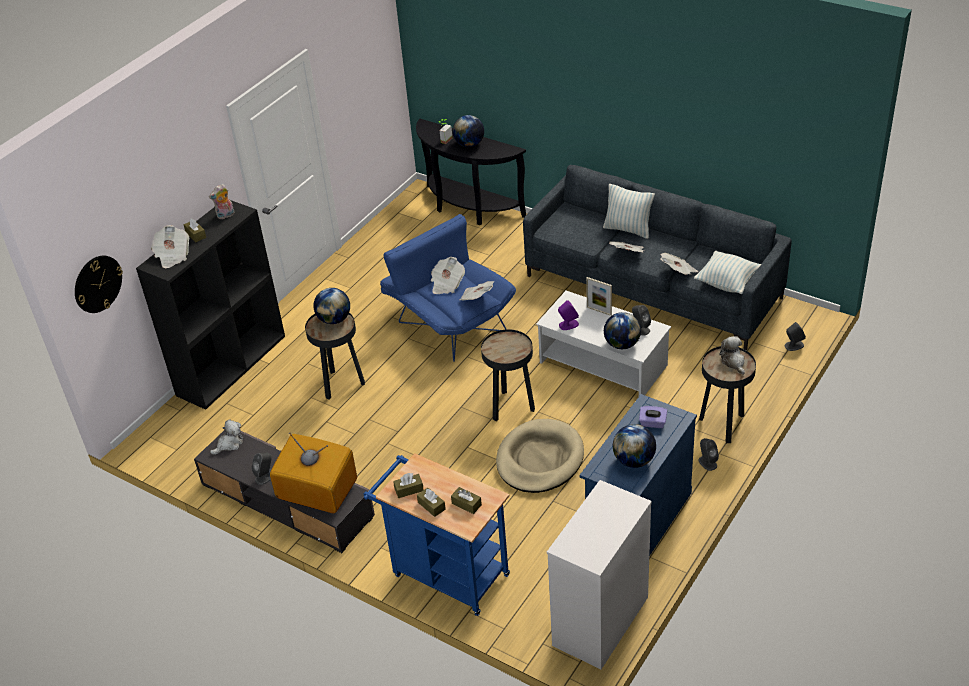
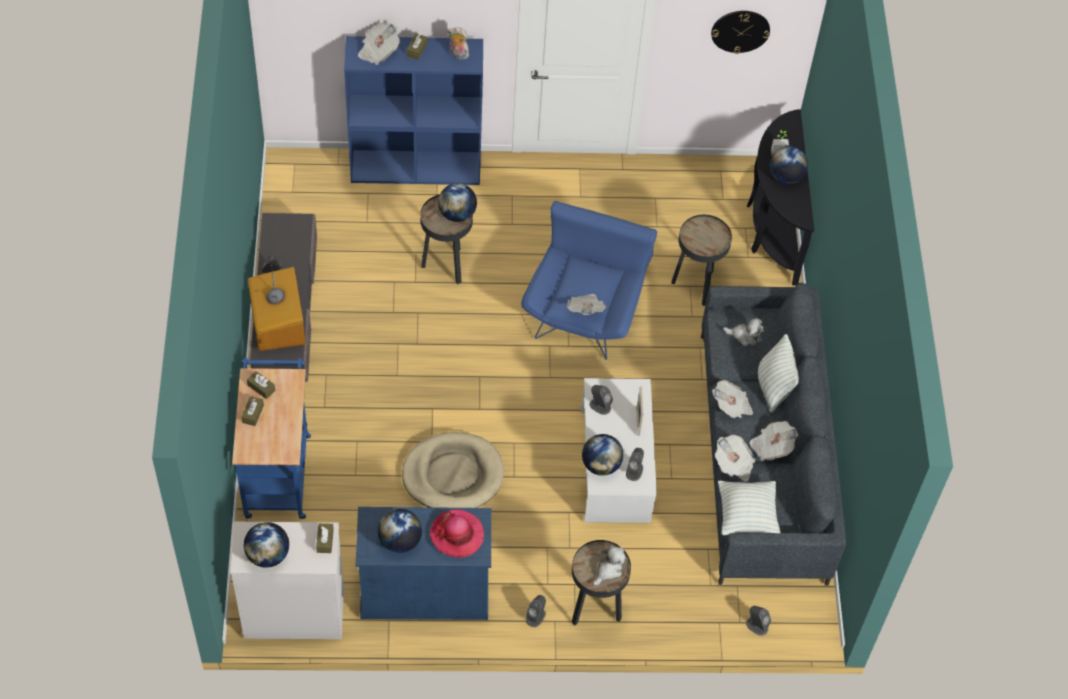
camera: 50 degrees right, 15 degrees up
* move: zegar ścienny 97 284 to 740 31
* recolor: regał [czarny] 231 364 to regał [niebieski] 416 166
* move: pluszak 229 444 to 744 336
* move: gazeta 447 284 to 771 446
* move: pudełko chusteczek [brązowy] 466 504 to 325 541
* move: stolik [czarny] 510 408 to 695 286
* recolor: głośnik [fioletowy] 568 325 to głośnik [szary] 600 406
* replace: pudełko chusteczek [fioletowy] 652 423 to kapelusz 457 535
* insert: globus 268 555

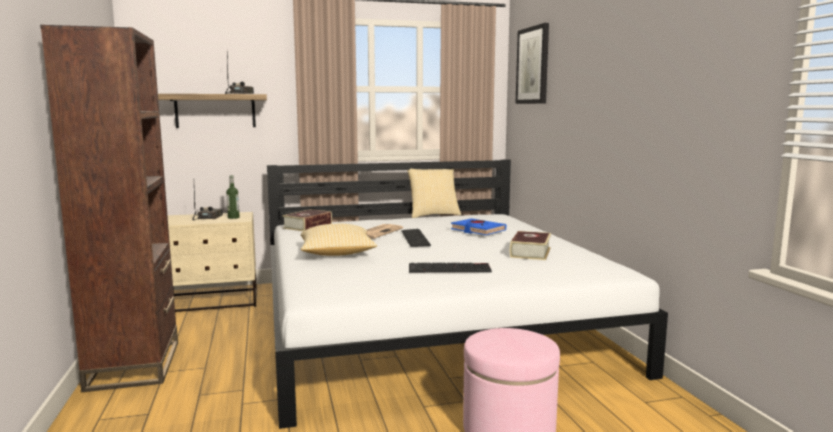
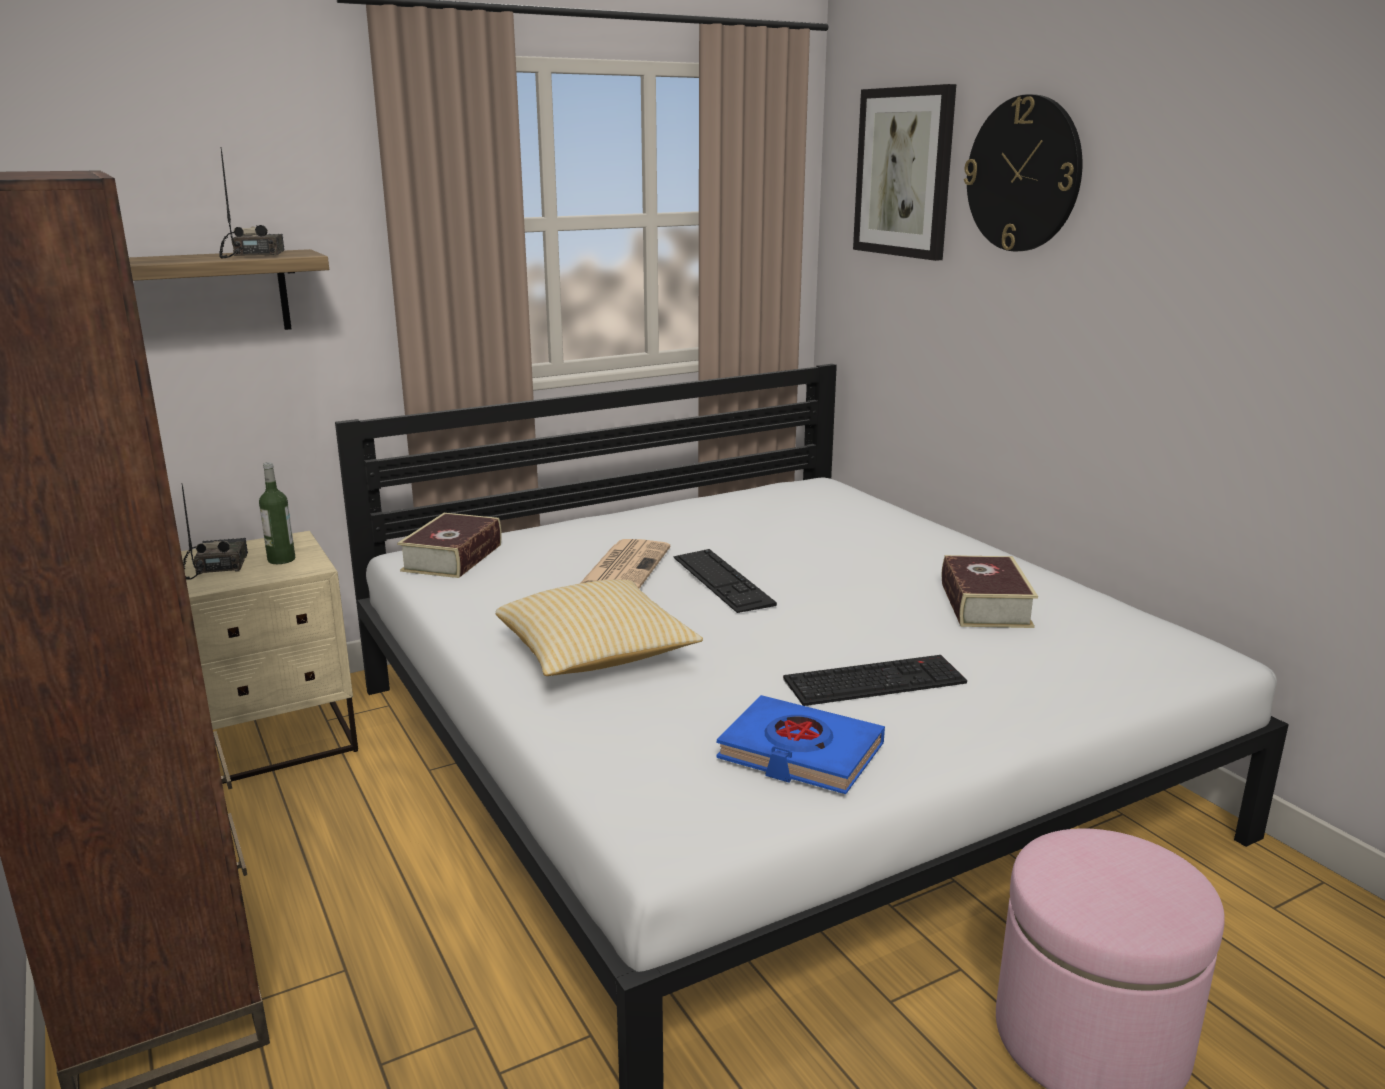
camera: 15 degrees left, 10 degrees up
* delete: poduszka 433 215
* move: książka [niebieski] 478 230 to 800 753
* insert: zegar ścienny 1023 174

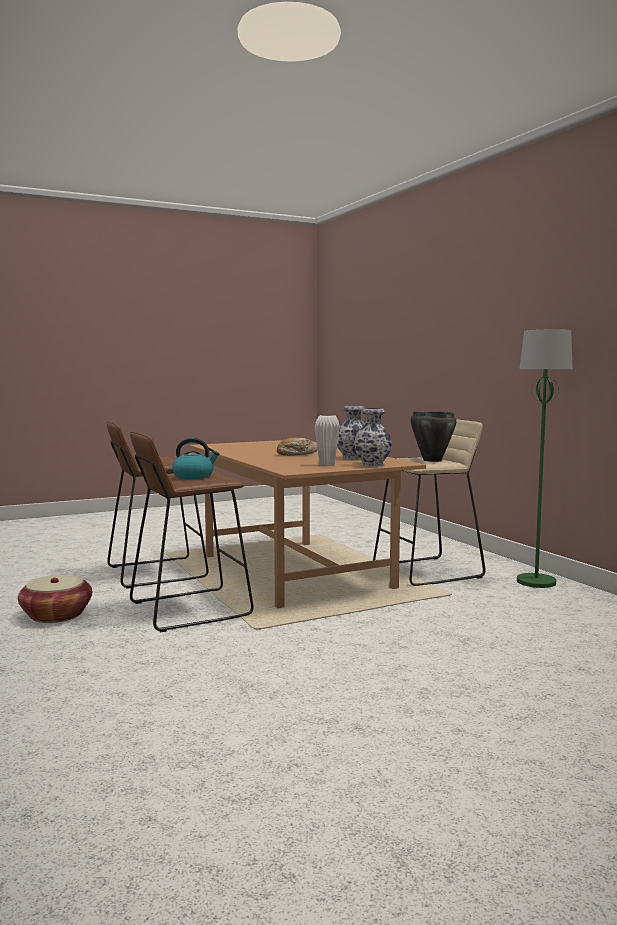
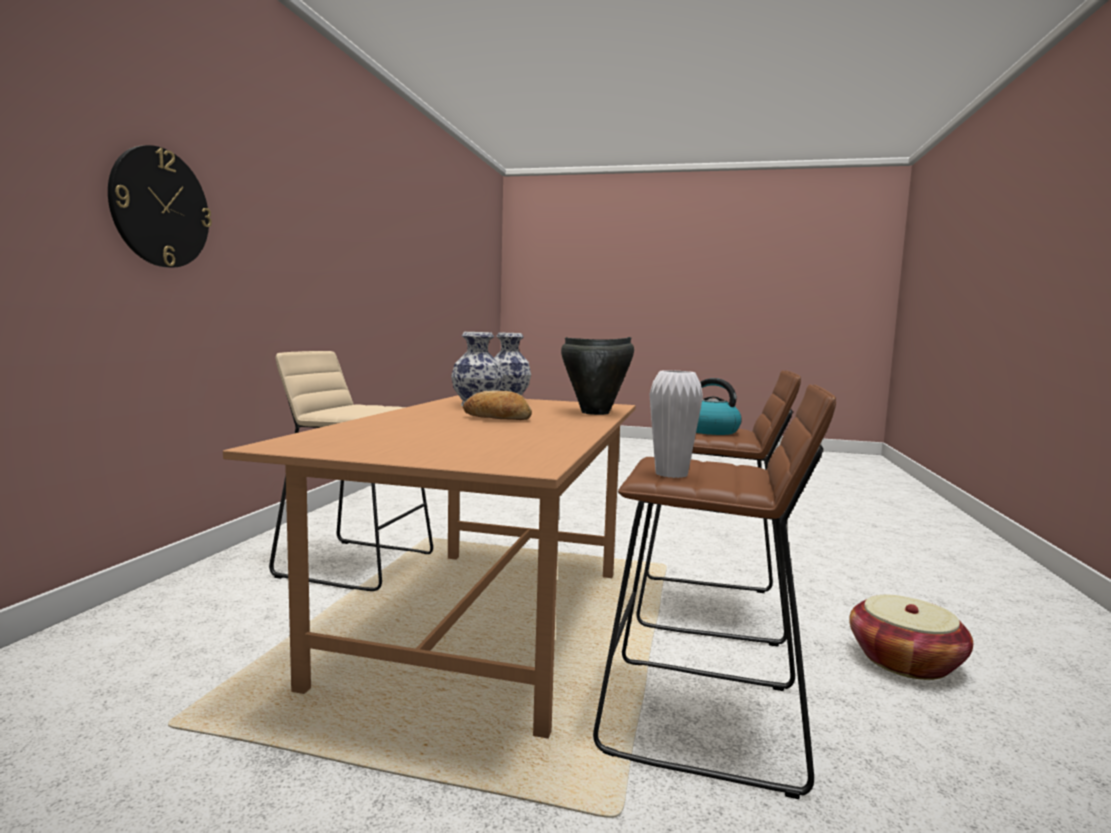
camera: 140 degrees left, 0 degrees up
* move: wazon [biały] 327 465 to 671 474
* move: garnek [czarny] 431 460 to 596 413
* delete: lampa stojąca [zielony] 536 582
* insert: zegar ścienny 160 208

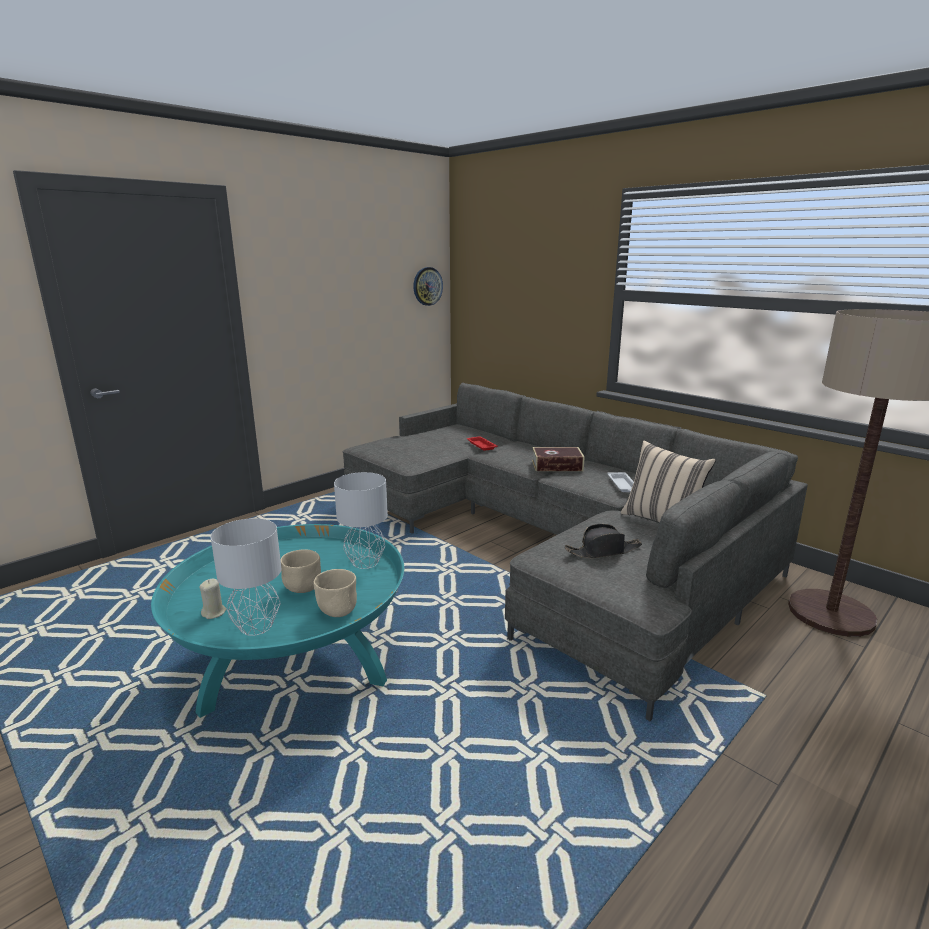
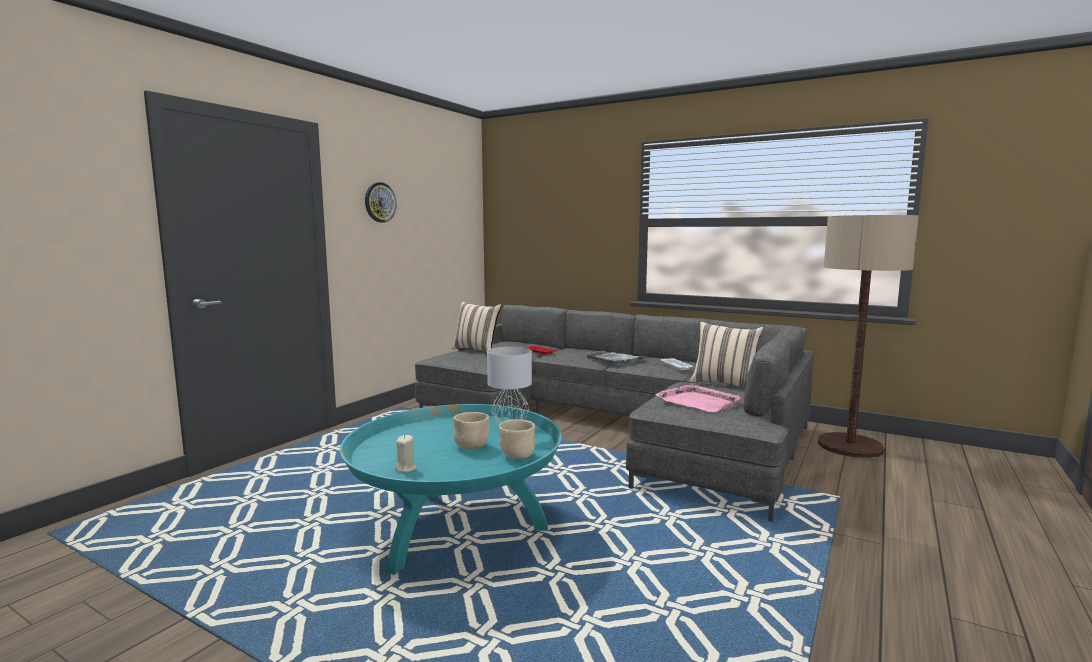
camera: 15 degrees left, 10 degrees down
* delete: lampa stołowa [szary] 255 627
* move: zegar ścienny 427 286 to 380 202
* replace: książka 557 466 to taca [szary] 614 359
* replace: kapelusz [czarny] 603 551 to taca [różowy] 699 401
* insert: poduszka [beżowy] 477 350

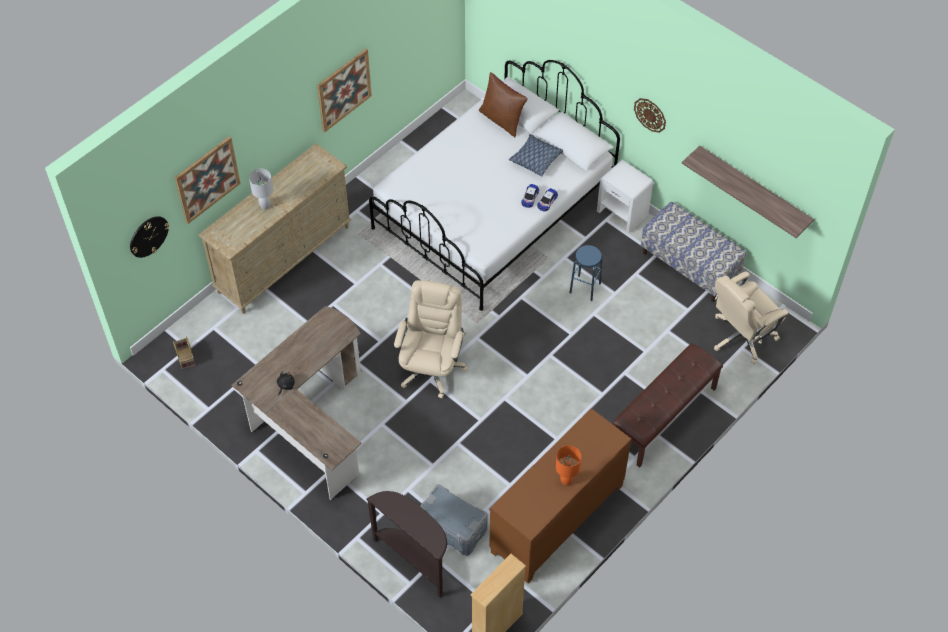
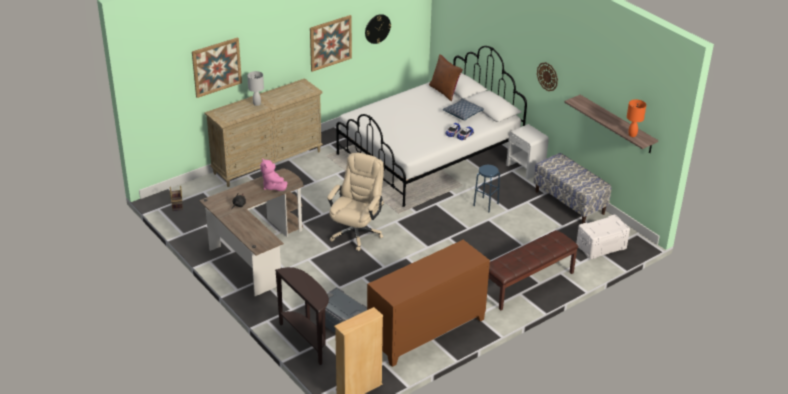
camera: 10 degrees right, 20 degrees down
* move: zegar ścienny 148 236 to 377 28
* move: lampa stołowa [pomarańczowy] 566 480 to 632 135
* replace: krzesło biurowe [beżowy] 741 337 to pojemnik do przechowywania [biały] 600 246
* insert: pluszak [różowy] 273 187

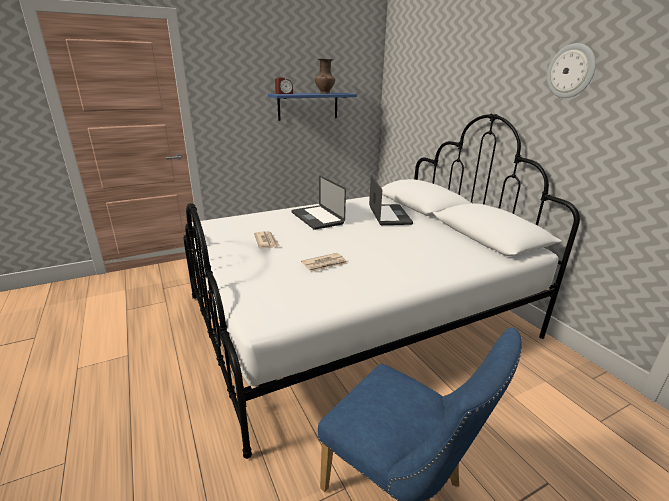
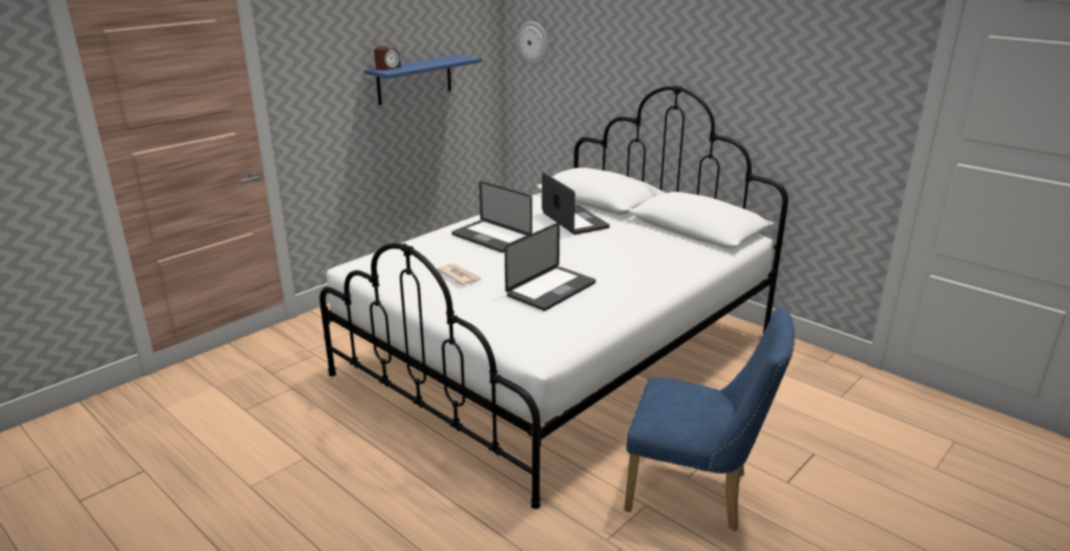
camera: 20 degrees left, 0 degrees up
* replace: gazeta 325 264 to laptop 551 290
* delete: wazon [brązowy] 324 93
* move: zegar ścienny 571 71 to 533 42

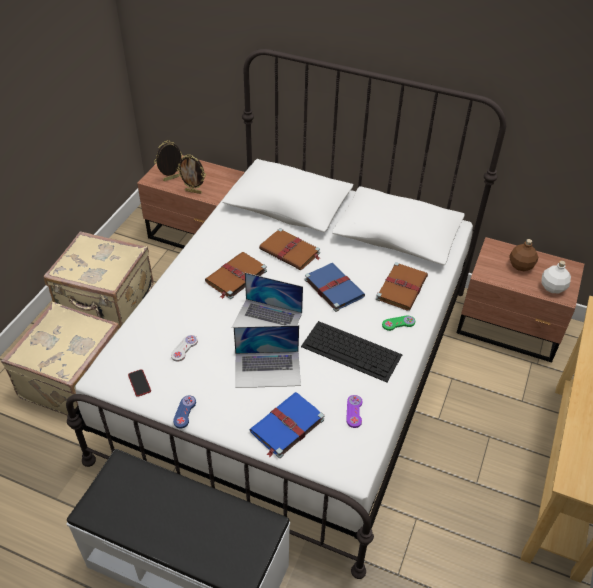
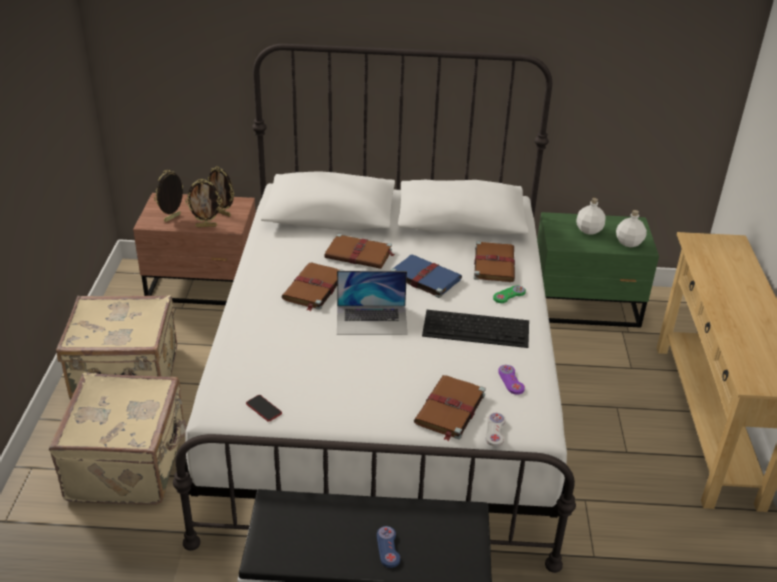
camera: 20 degrees left, 10 degrees down
* move: pad do gier [biały] 184 348 to 495 430
* move: pad do gier [niebieski] 184 412 to 388 547
* delete: laptop 267 369
* recolor: książka [niebieski] 286 426 to książka [brązowy] 449 410
* recolor: szafka nocna [brązowy] 510 328 to szafka nocna [zielony] 586 306
* recolor: butelka [brązowy] 521 266 to butelka [biały] 589 230
* insert: ramka na zdjęcie 223 213

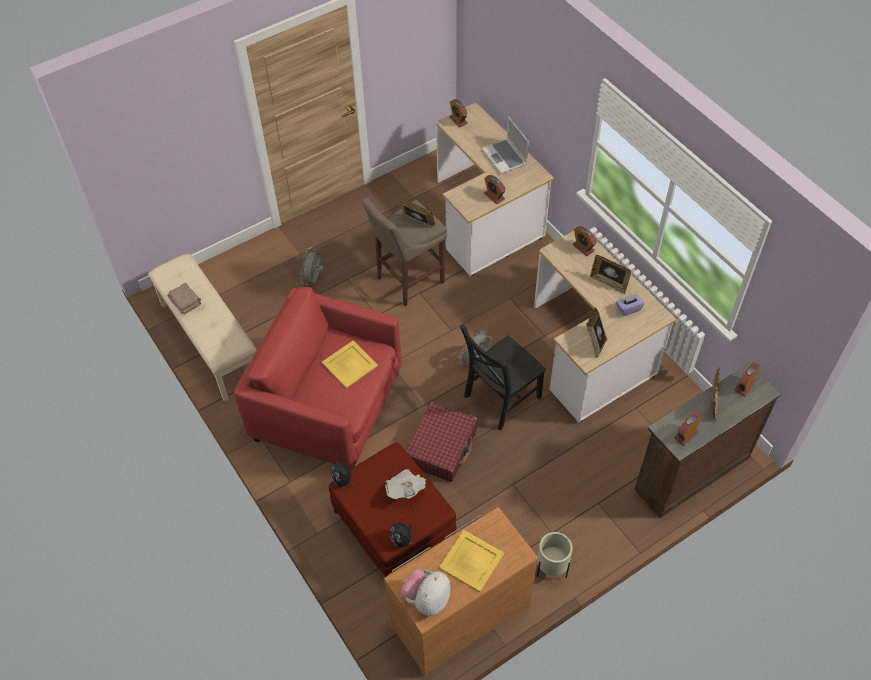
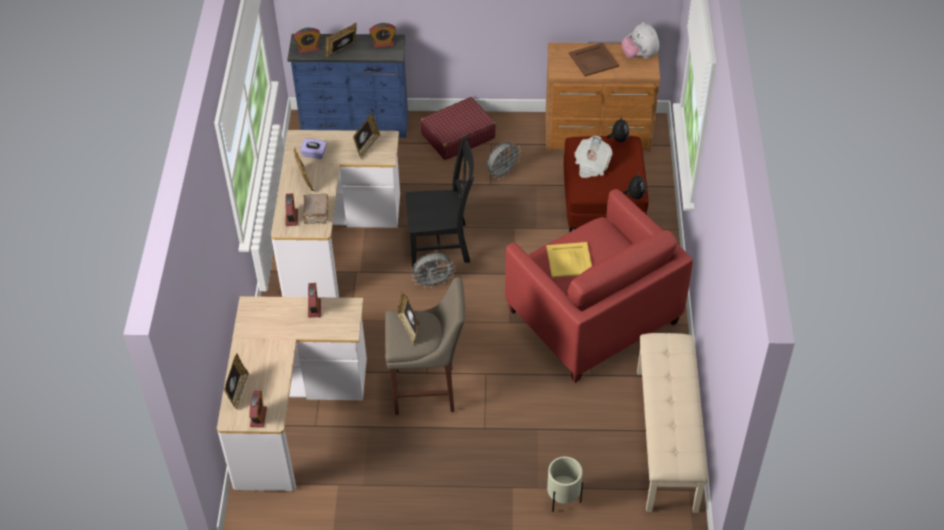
camera: 145 degrees left, 5 degrees down
* move: książka [brązowy] 185 302 to 316 213
* move: wentylator [szary] 314 279 to 502 173
* rotate: pluszak 427 599 = 639 56 90 degrees clockwise
* move: walizka [czerwony] 441 447 to 458 136
* recolor: taca [żółty] 470 561 to taca [brązowy] 594 60
* delete: laptop 505 157
* move: donica [beżowy] 551 569 to 563 500
* recolor: komoda [brązowy] 690 472 to komoda [niebieski] 355 126
* insert: ramka na zdjęcie 238 391

